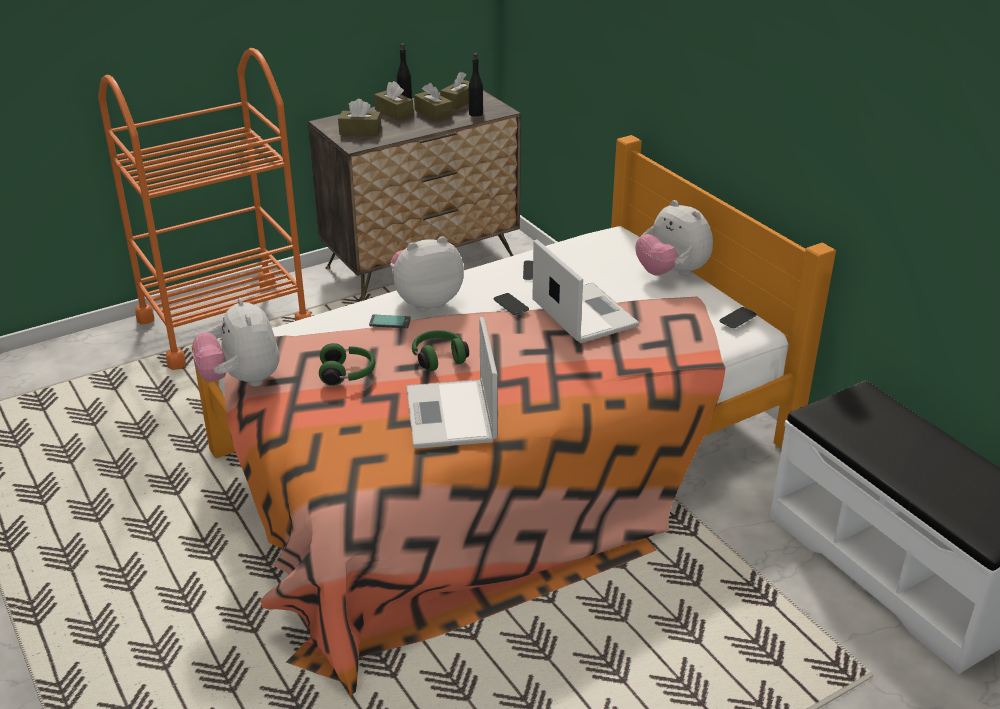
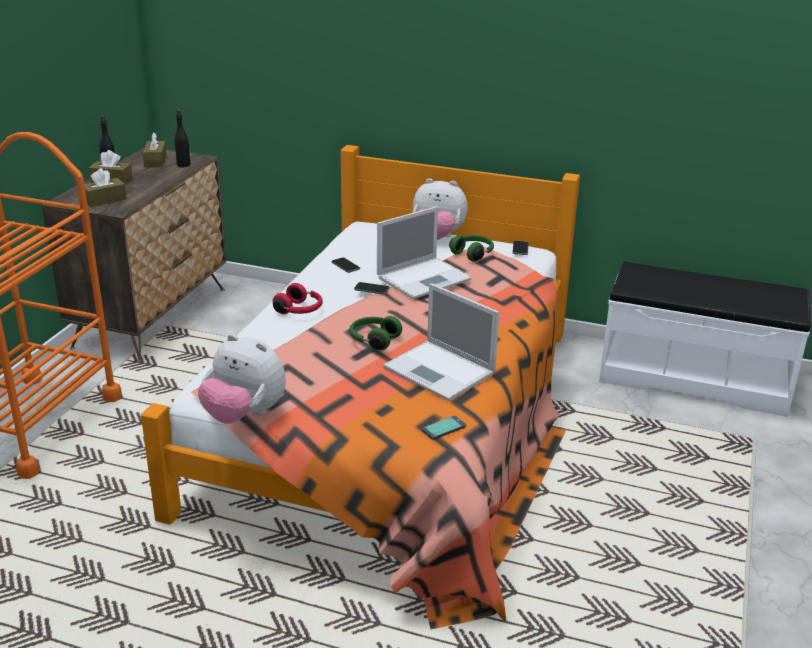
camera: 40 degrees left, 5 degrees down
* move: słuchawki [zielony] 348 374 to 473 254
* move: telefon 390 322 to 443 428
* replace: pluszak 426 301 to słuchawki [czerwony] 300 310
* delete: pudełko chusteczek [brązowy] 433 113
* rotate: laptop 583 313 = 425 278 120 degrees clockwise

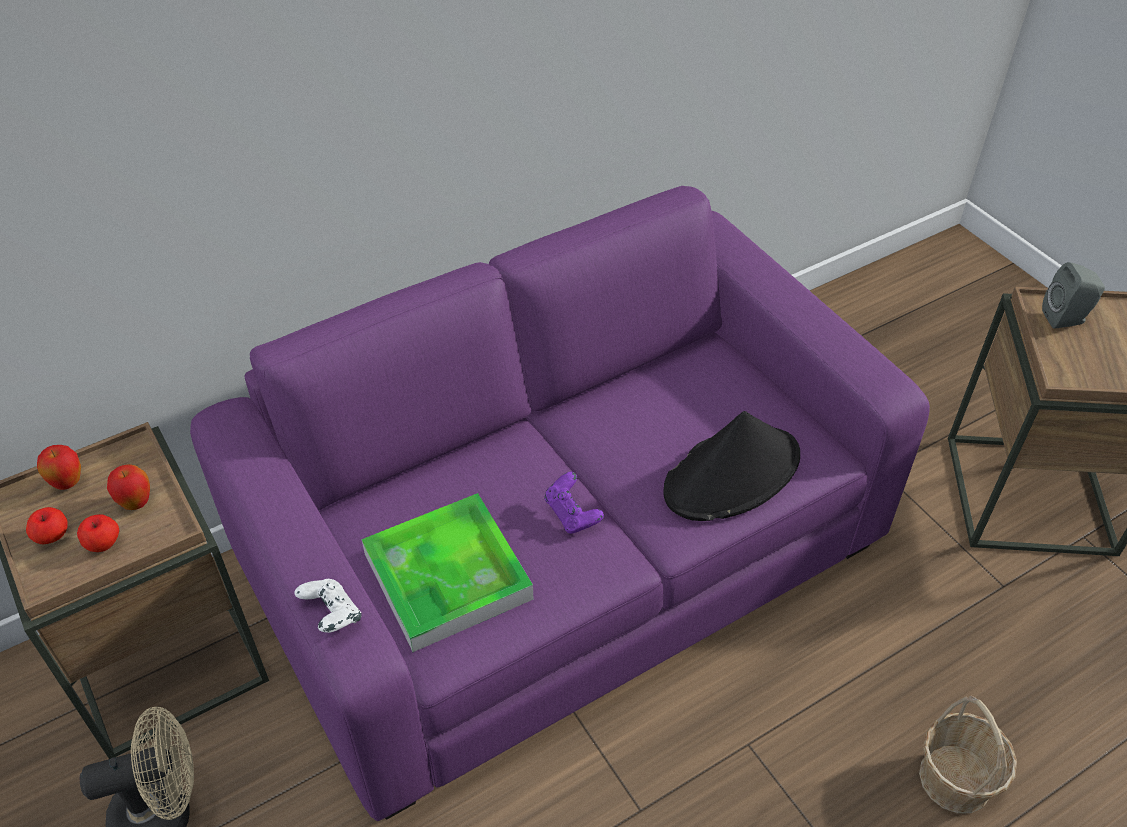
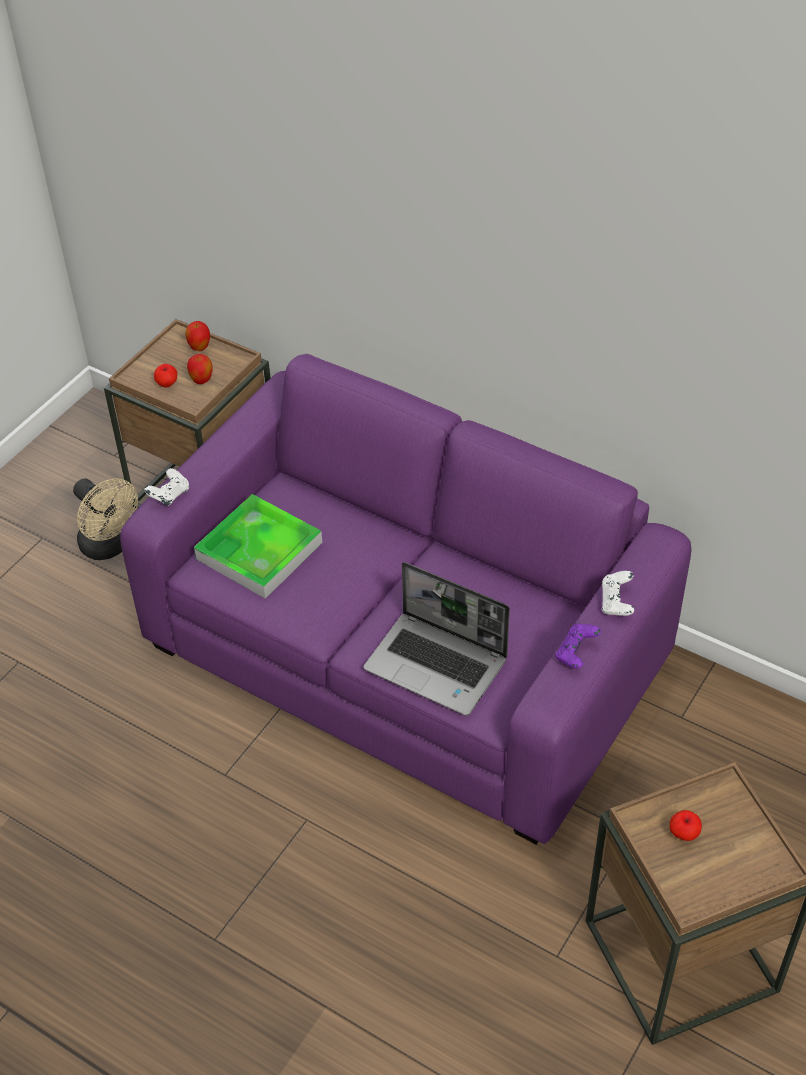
camera: 65 degrees right, 0 degrees up
* move: jabłko 52 537 to 683 833
* move: pad do gier [fioletowy] 572 514 to 576 654
* replace: kapelusz [czarny] 732 474 to laptop 438 665
* delete: koszyk 955 778
* delete: głośnik [szary] 1066 319
* insert: pad do gier [biały] 616 603

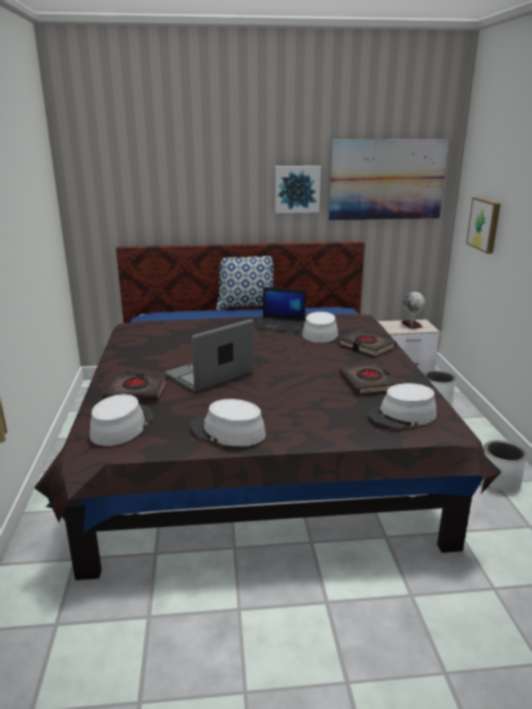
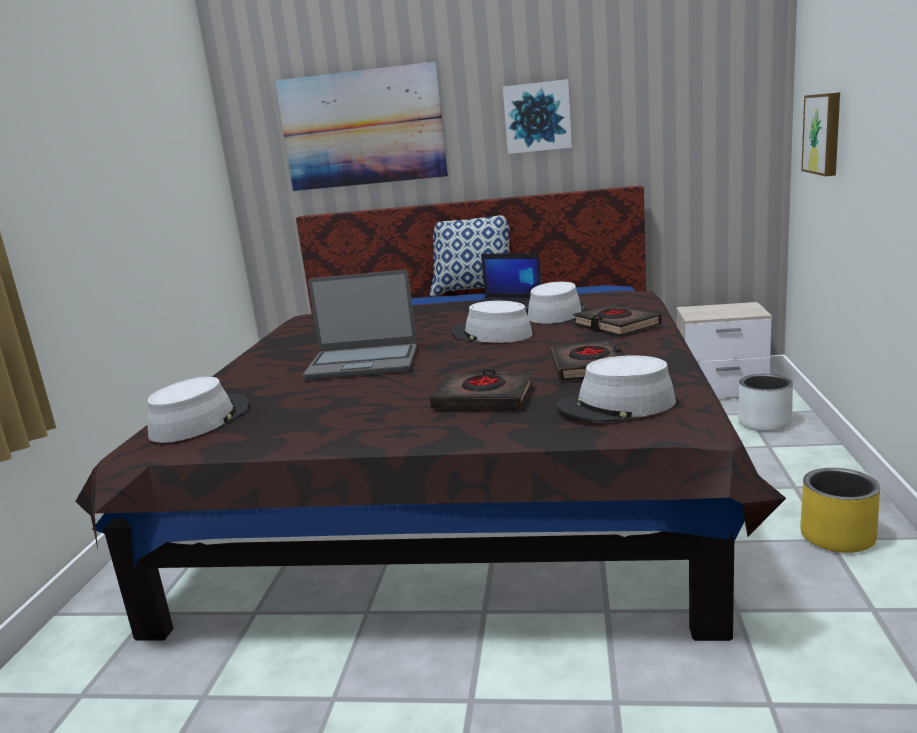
camera: 15 degrees right, 5 degrees down
* move: książka [czarny] 136 392 to 483 398
* rotate: laptop 210 375 = 363 363 150 degrees counterclockwise
* move: kapelusz [szary] 227 431 to 491 334
* move: obraz 386 180 to 363 128
* delete: globus 411 325
* recolor: donica [biały] 499 480 to donica [żółty] 838 536

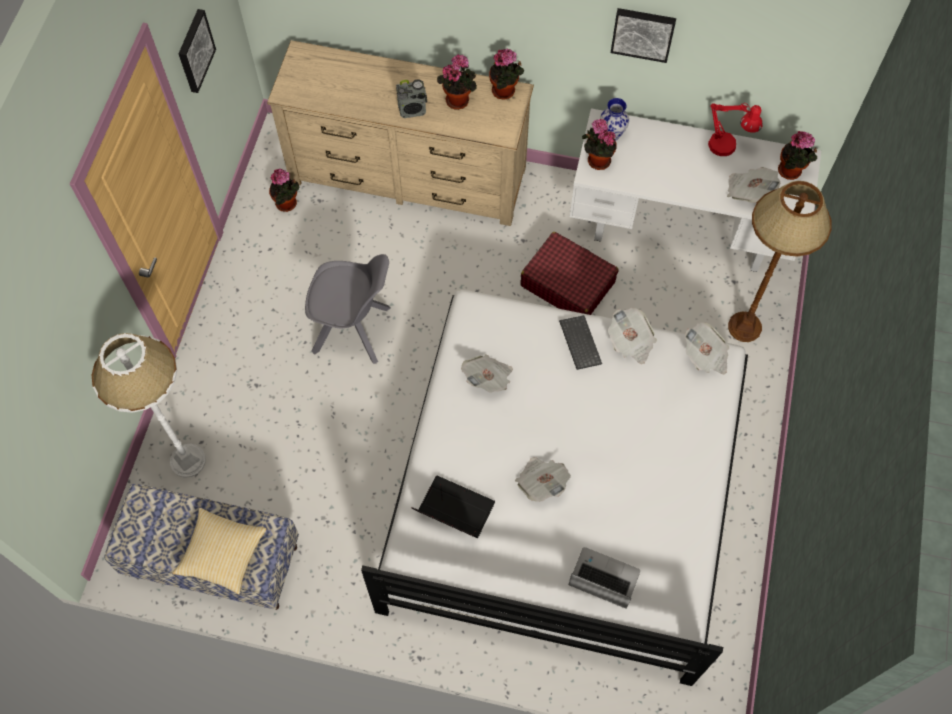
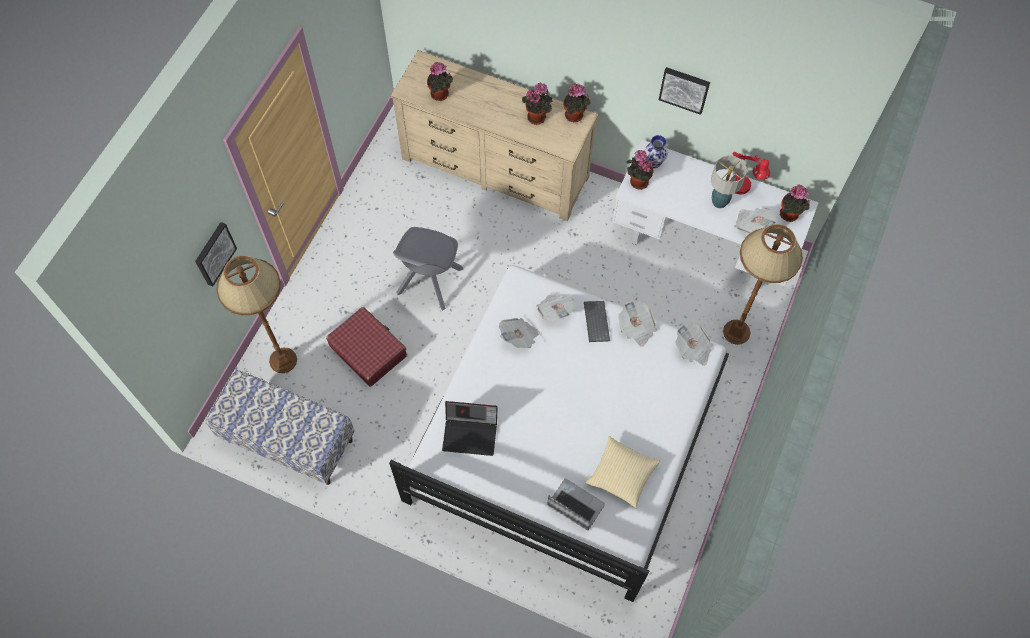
camera: 10 degrees right, 0 degrees up
* recolor: lampa stojąca [biały] 188 460 to lampa stojąca [brązowy] 283 360
* move: poduszka 222 554 to 621 475
* move: obraz 194 50 to 214 253
* move: roślina doniczkowa 288 204 to 441 95
* rotate: krzesło [szary] 354 330 = 429 282 90 degrees clockwise
* delete: radio 412 110
* rotate: laptop 453 512 = 471 433 150 degrees clockwise
* move: gazeta 541 482 to 555 310
* move: walizka [czerwony] 567 283 to 368 351
* insert: lampa stołowa 720 202

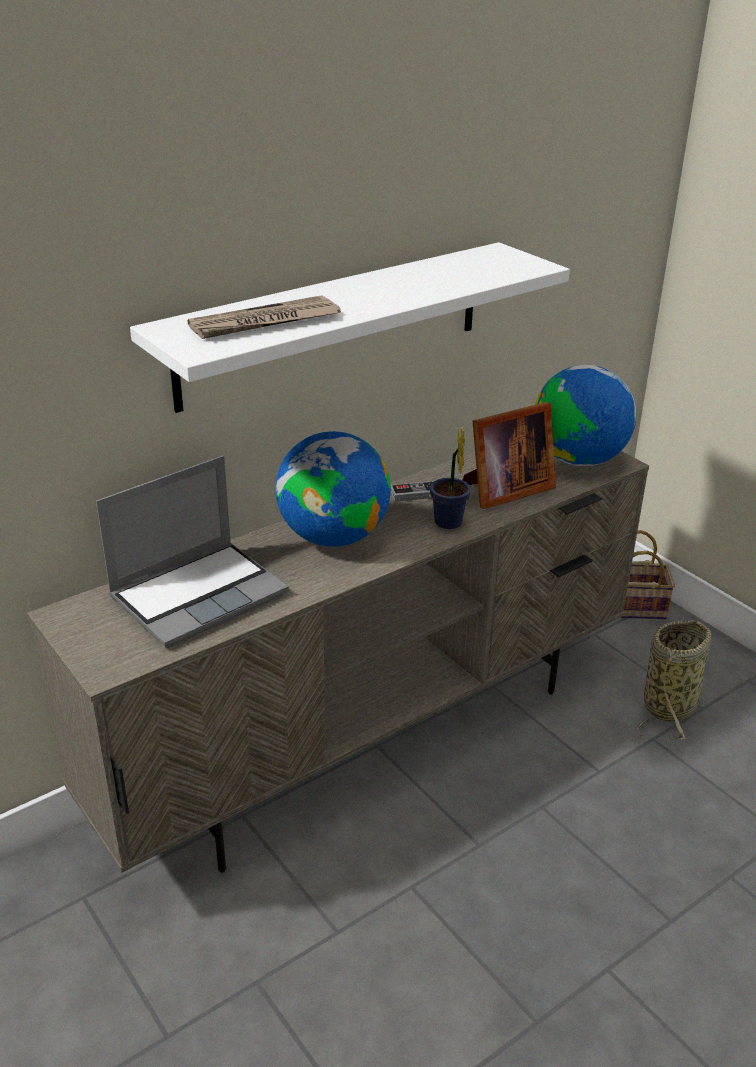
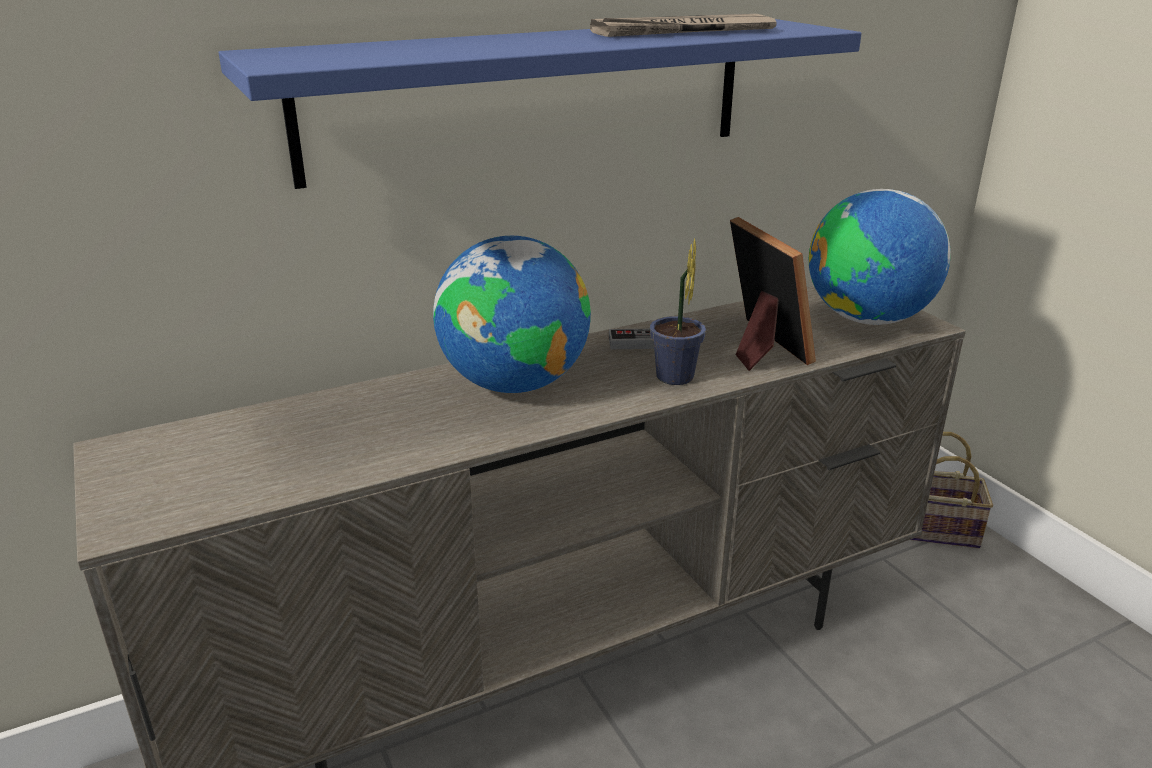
camera: 10 degrees right, 5 degrees down
* delete: laptop 199 594
* recolor: półka [biały] 334 324 to półka [niebieski] 532 97
* move: gazeta 264 323 to 682 32
* rotate: ramka na zdjęcie 504 490 = 760 346 90 degrees counterclockwise
* delete: koszyk 671 705

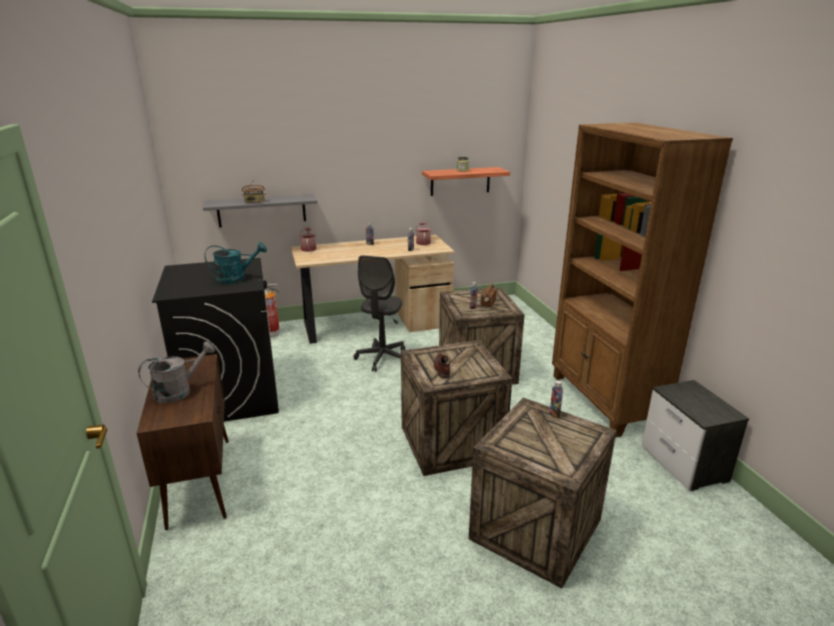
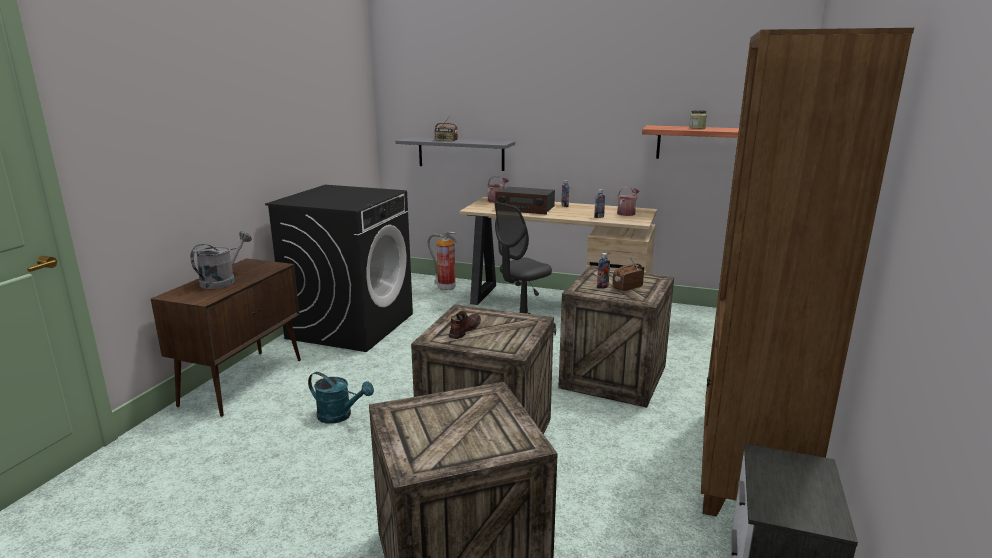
camera: 35 degrees right, 5 degrees down
* rotate: konewka [szary] 179 391 = 223 281 60 degrees counterclockwise
* move: konewka [turkusowy] 236 278 to 340 416
* delete: butelka 554 414
* insert: radio 525 208

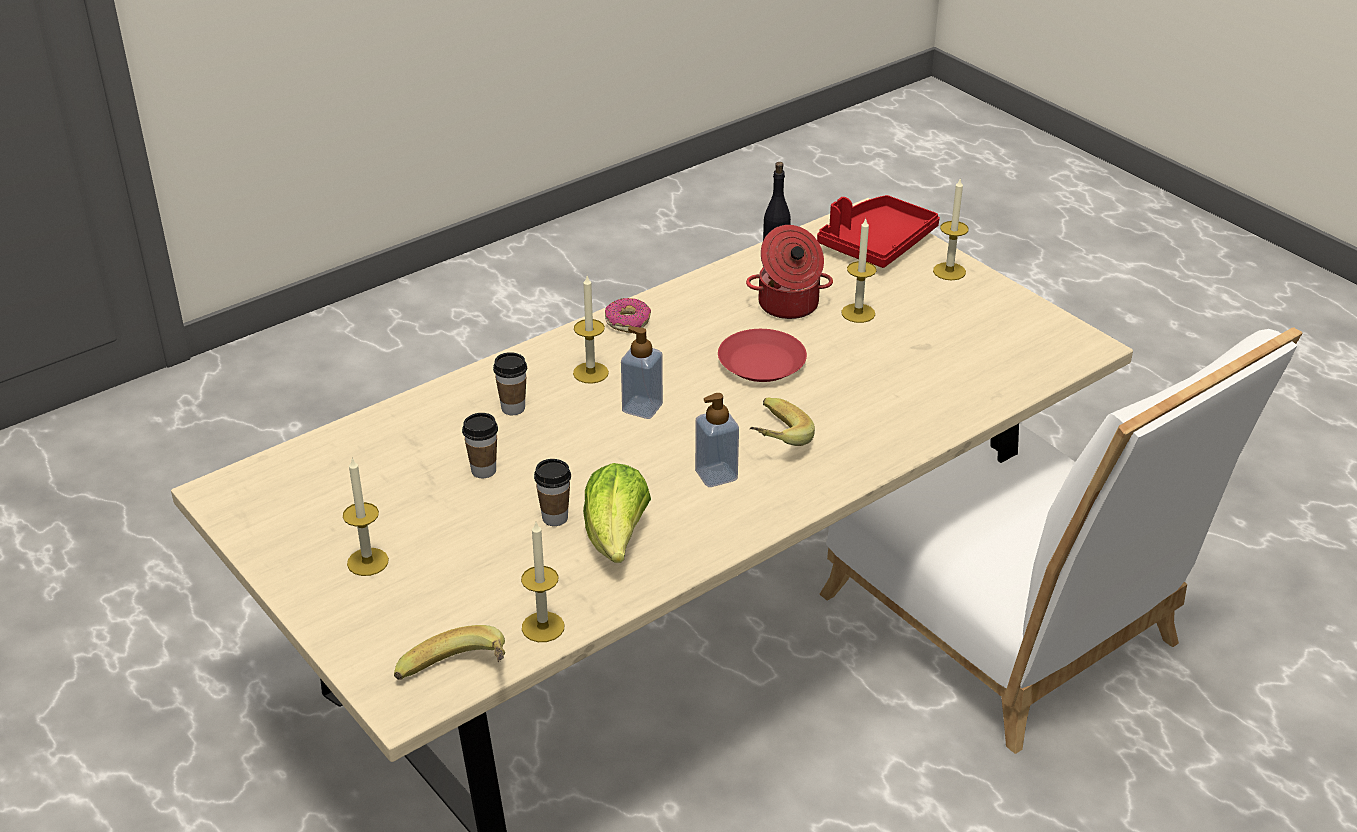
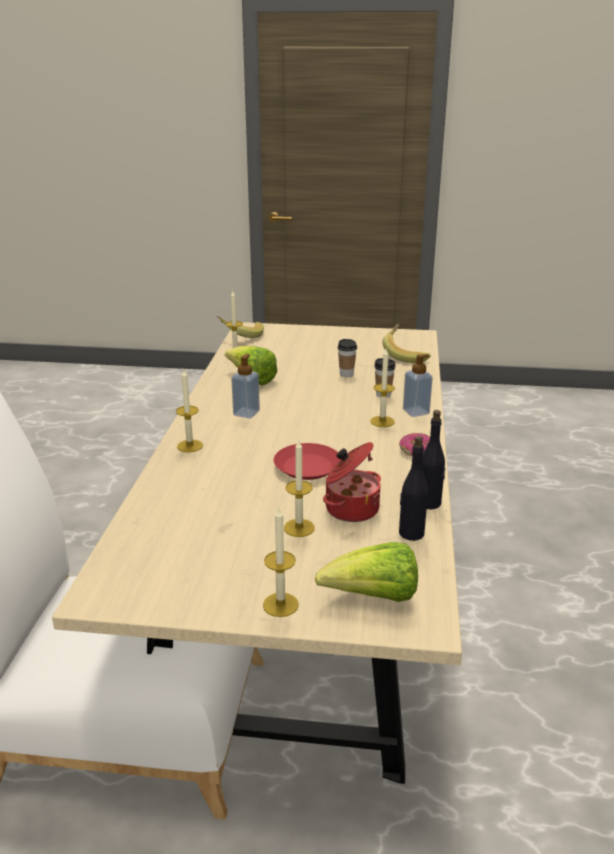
camera: 135 degrees right, 10 degrees down
* move: świeca 367 562 to 190 446
* delete: filiżanka 555 518
* move: dozownik mydła 642 408 to 416 412
* move: banan 772 440 to 405 355
* replace: taca [czerwony] 876 243 to sałata 373 597
* insert: butelka [czarny] 429 503

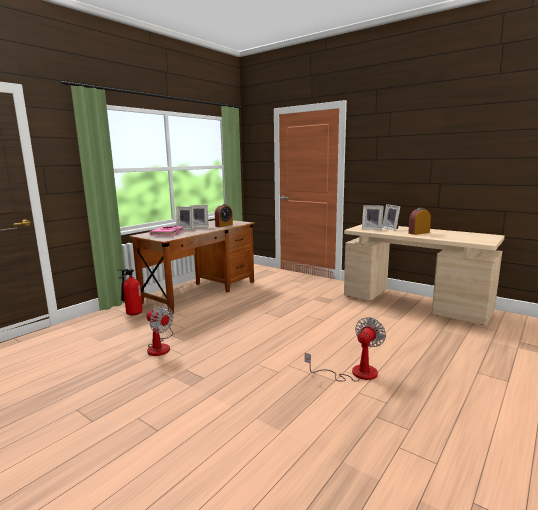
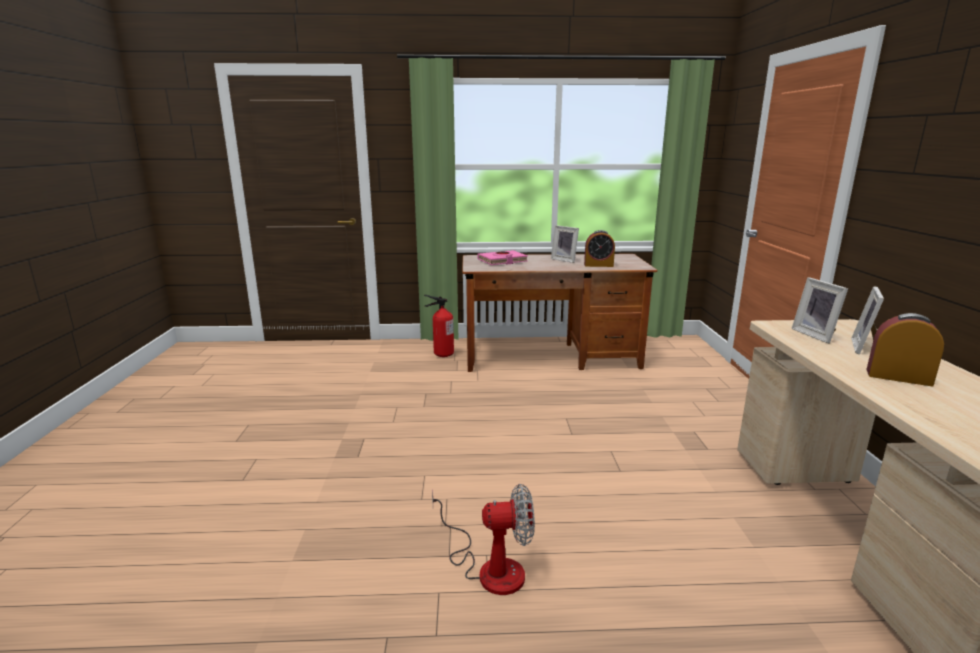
camera: 50 degrees right, 5 degrees up
* delete: wentylator 160 346
* delete: ramka na zdjęcie 186 229

